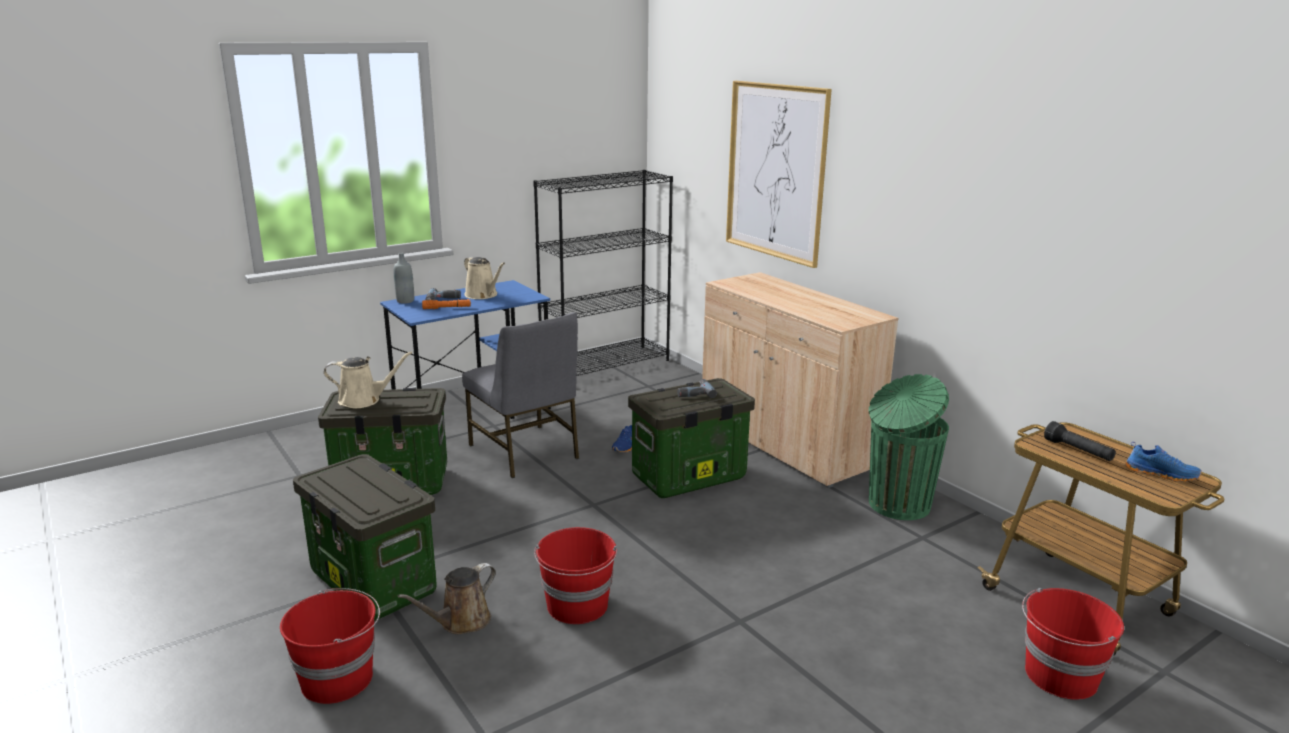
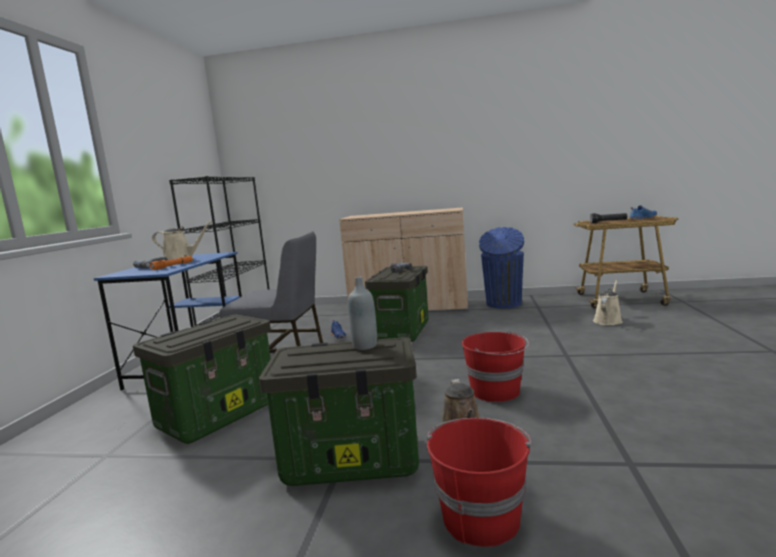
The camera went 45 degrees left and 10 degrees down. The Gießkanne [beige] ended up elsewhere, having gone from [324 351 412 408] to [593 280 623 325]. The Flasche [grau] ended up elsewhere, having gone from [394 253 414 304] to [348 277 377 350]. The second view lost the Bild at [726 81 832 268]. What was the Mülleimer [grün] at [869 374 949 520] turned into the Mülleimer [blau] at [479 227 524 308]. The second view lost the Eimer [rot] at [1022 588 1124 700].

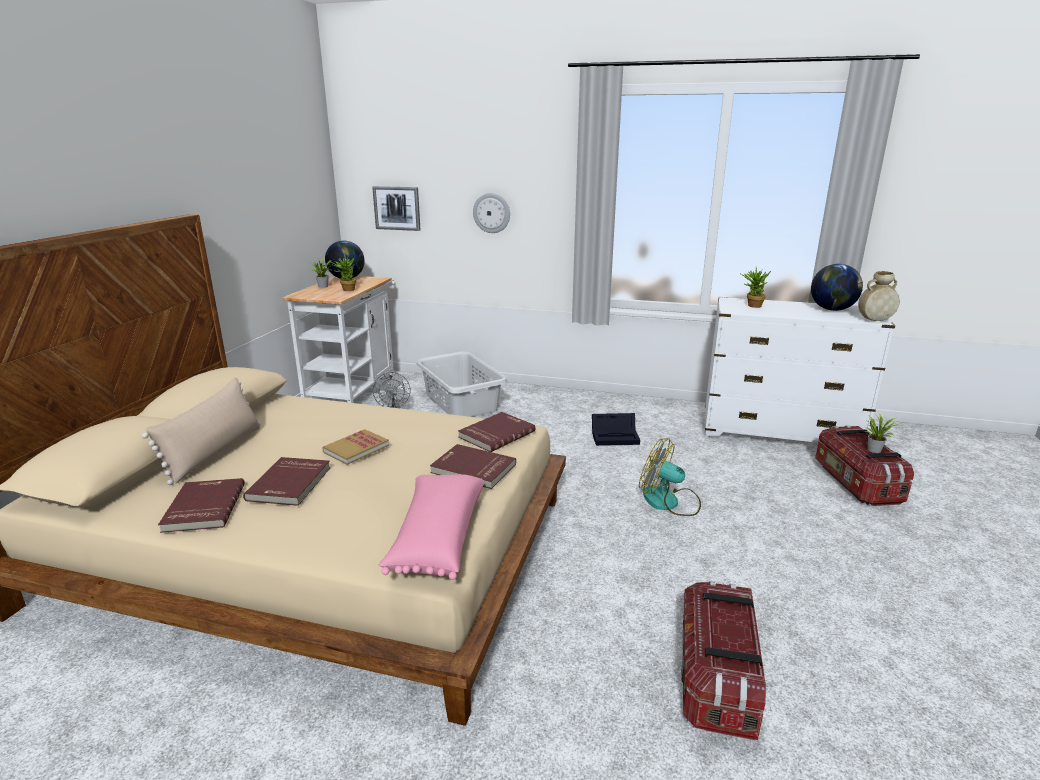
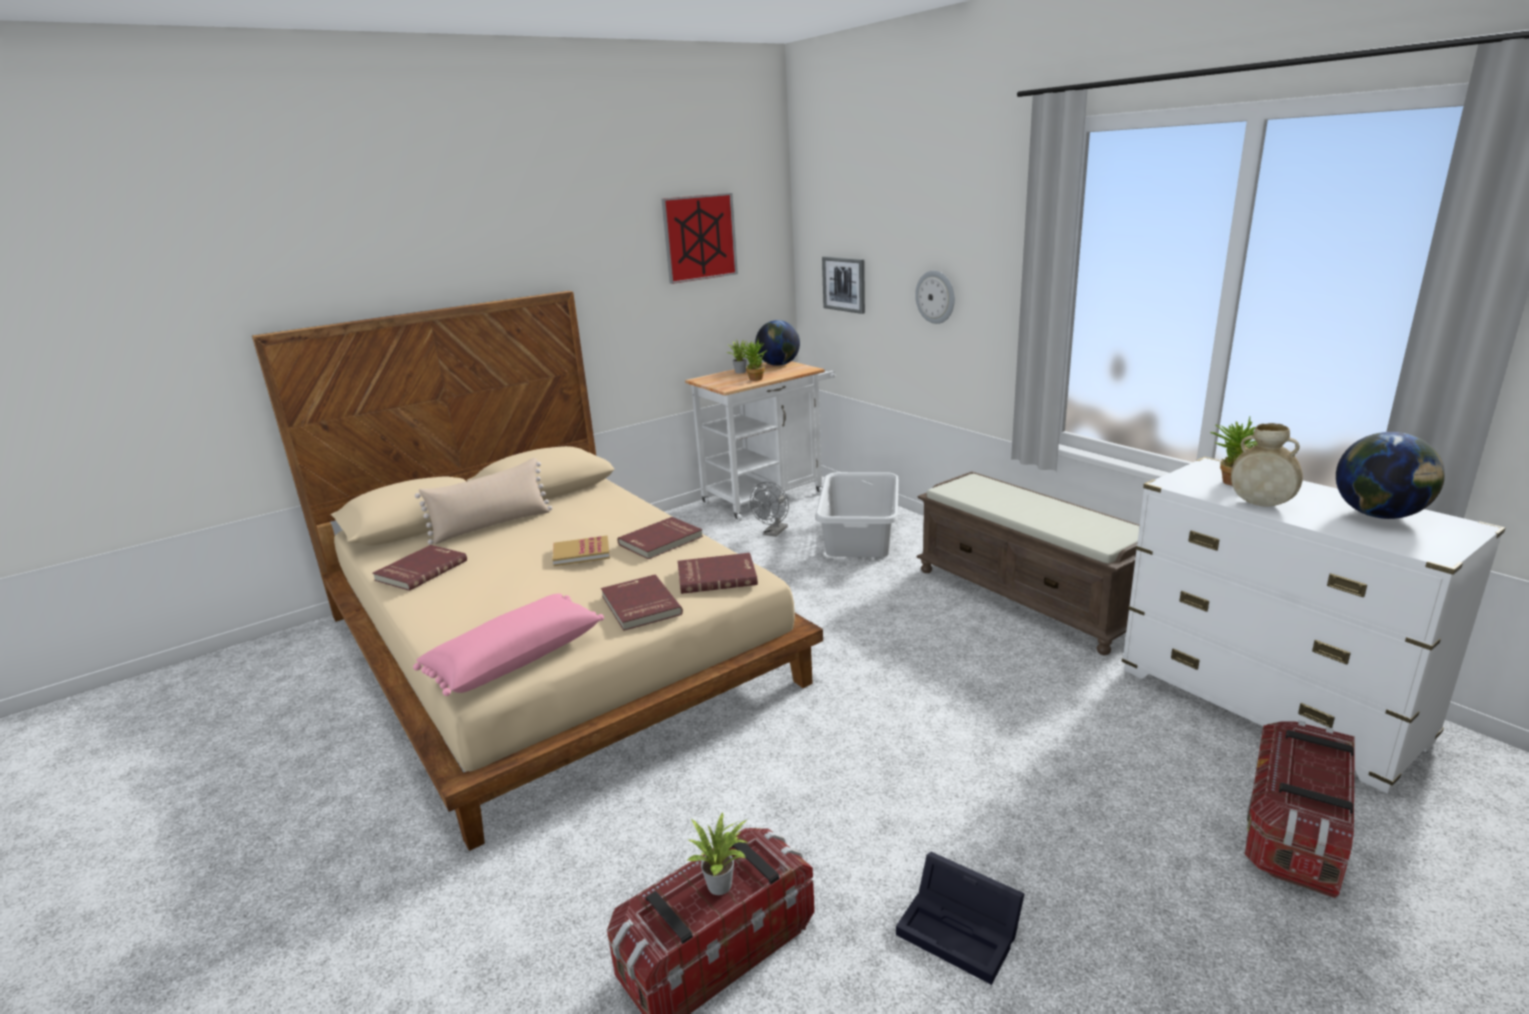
The camera went 40 degrees right and 0 degrees up. The Buch [rot] ended up elsewhere, having gone from [243 457 330 506] to [617 517 703 559]. The Aufbewahrungsbox [schwarz] ended up elsewhere, having gone from [592 413 640 446] to [896 852 1025 985]. The second view lost the Ventilator at [639 438 701 516]. The Vase [beige] ended up elsewhere, having gone from [858 271 900 321] to [1231 423 1303 506]. The Topfpflanze ended up elsewhere, having gone from [865 415 902 453] to [687 812 746 895]. The second view gained the Bild at [661 193 738 284]. The second view gained the Bank [braun] at [917 472 1140 655].

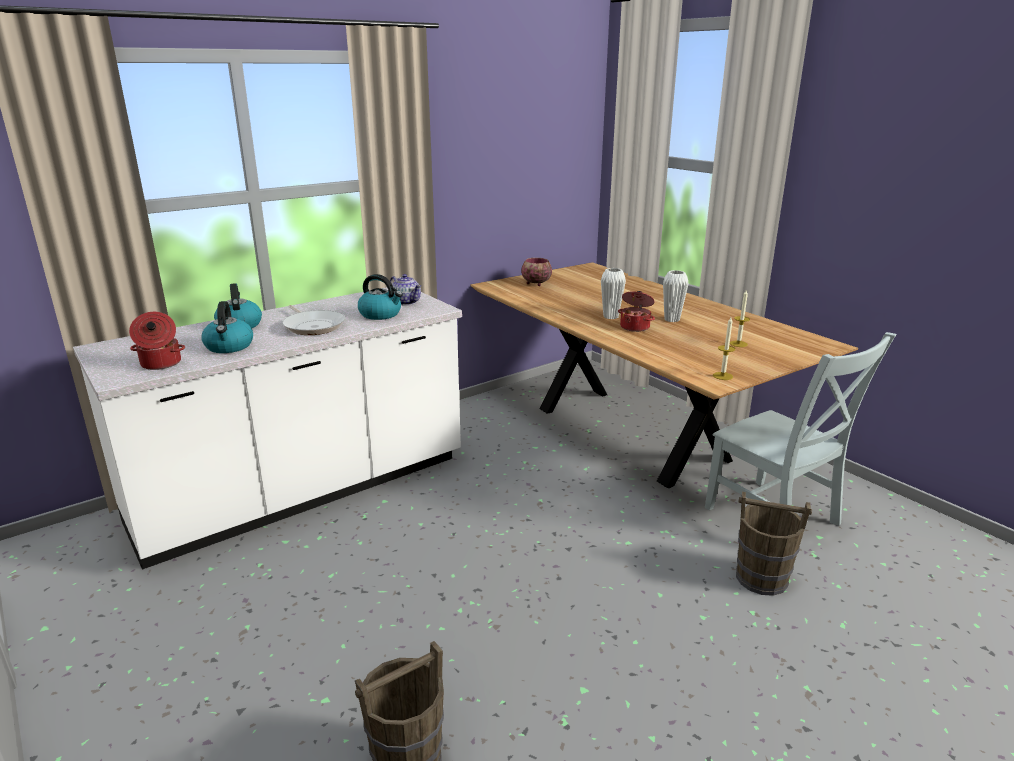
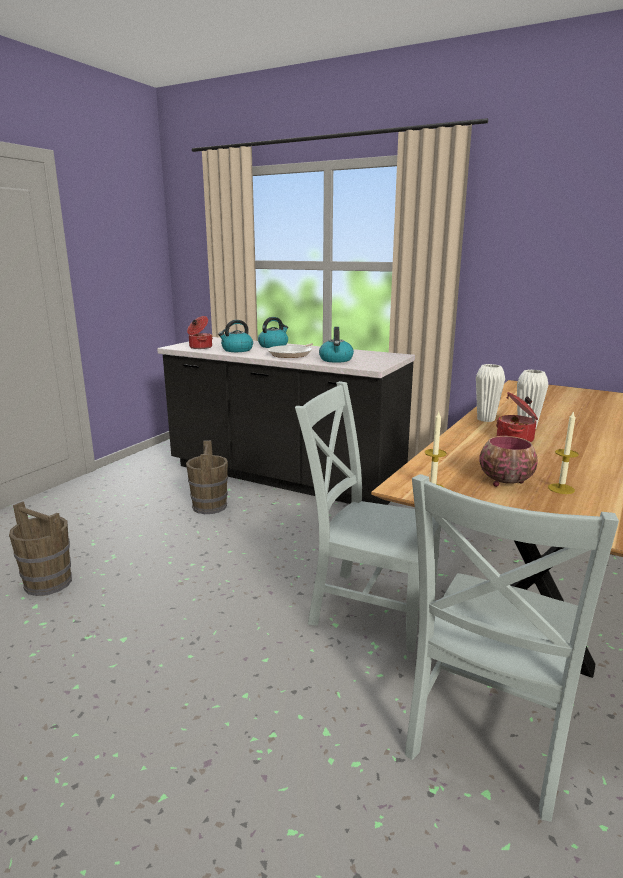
The camera went 65 degrees right and 5 degrees down. What was the Küchenzeile [weiß] at [73 287 462 570] turned into the Küchenzeile [schwarz] at [157 337 415 505]. The second view lost the Teekanne at [390 274 421 305]. The Schüssel ended up elsewhere, having gone from [521 258 552 286] to [479 436 538 487]. The Vase [weiß] ended up elsewhere, having gone from [663 270 689 322] to [476 364 505 422]. The Eimer [braun] ended up elsewhere, having gone from [736 491 812 596] to [186 440 228 514]. The second view gained the Stuhl [grau] at [295 381 441 653].

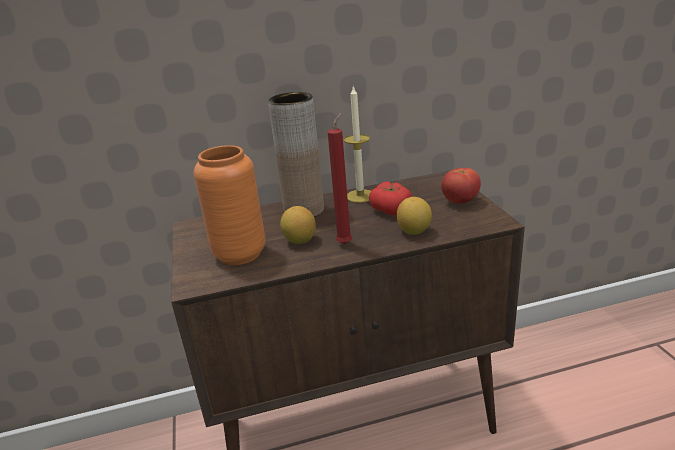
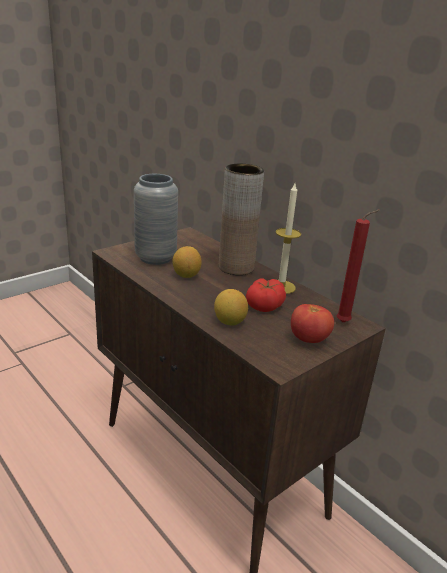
The camera went 60 degrees right and 0 degrees up. What was the Vase [orange] at [194 145 266 265] turned into the Vase [grau] at [134 174 178 265]. The Kerze [rot] ended up elsewhere, having gone from [328 112 352 245] to [336 210 380 322].

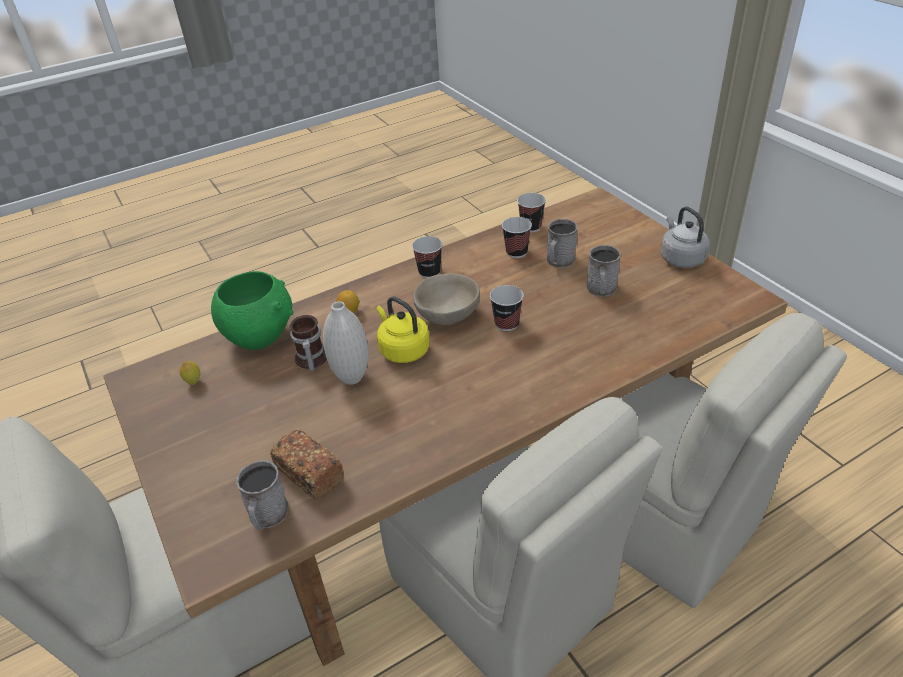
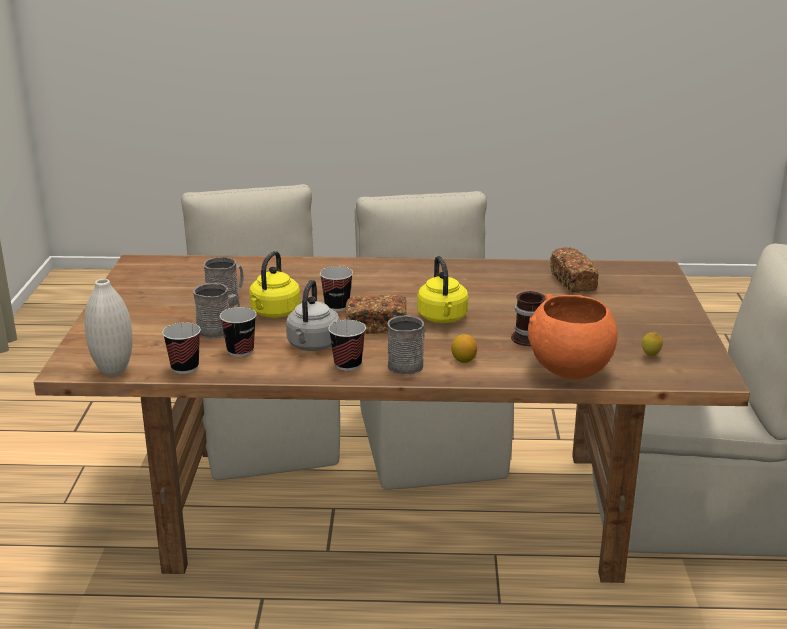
The camera went 150 degrees left and 15 degrees down. What was the Schüssel [grün] at [211 271 293 350] turned into the Schüssel [orange] at [528 294 618 379]. The Henkelbecher [grau] ended up elsewhere, having gone from [236 460 288 530] to [387 315 425 375]. The Vase [weiß] ended up elsewhere, having gone from [323 301 368 385] to [84 279 133 376]. Where the Schüssel [beige] stood at [413 273 480 325], the Brot came to stand at [346 295 406 334]. The Wasserkessel [grau] ended up elsewhere, having gone from [661 207 710 268] to [286 280 340 351]. The second view gained the Wasserkessel [gelb] at [249 251 300 318].

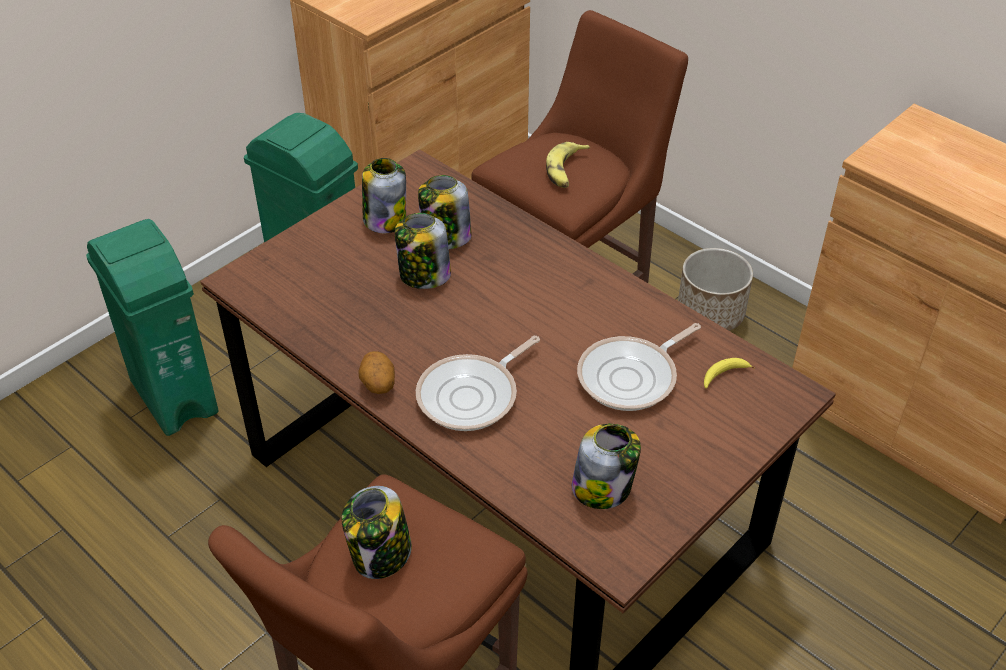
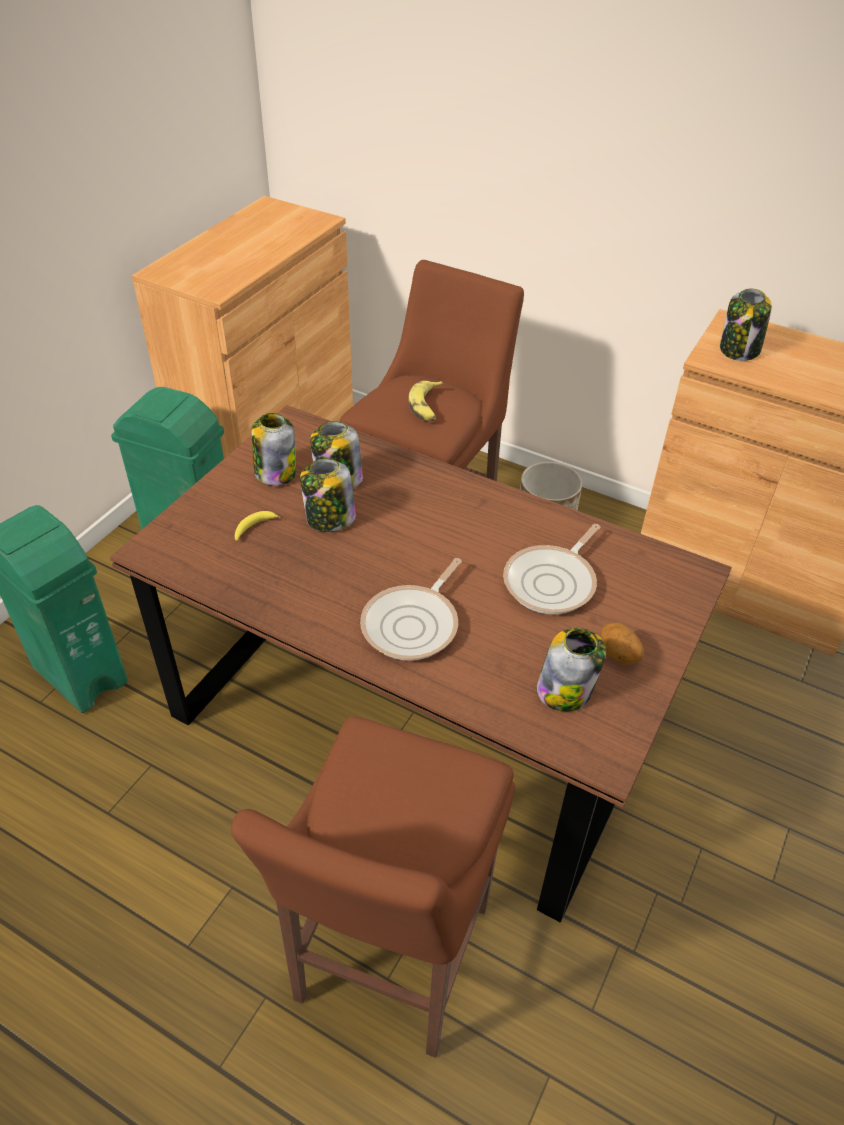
The camera went 15 degrees left and 0 degrees up. The Vorratsglas ended up elsewhere, having gone from [341 486 412 579] to [720 288 772 361]. The Kartoffel ended up elsewhere, having gone from [358 351 395 394] to [600 622 644 665]. The Banane ended up elsewhere, having gone from [704 358 755 388] to [235 511 281 541].

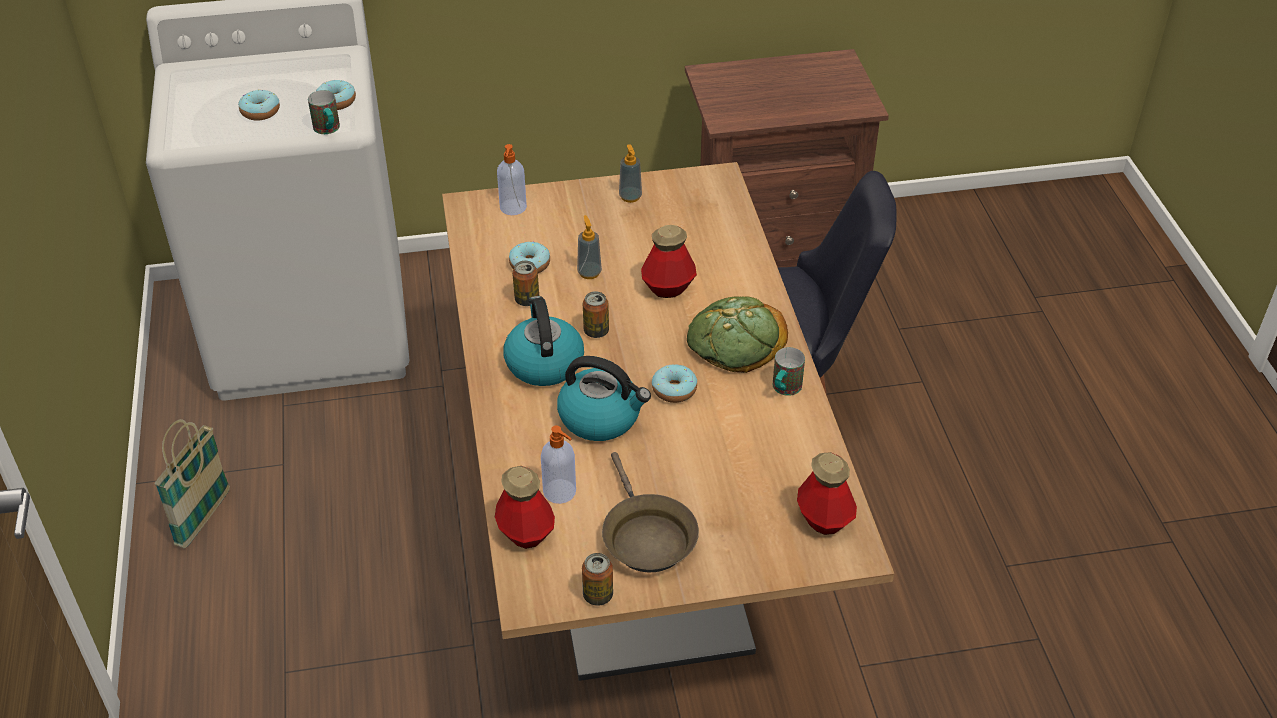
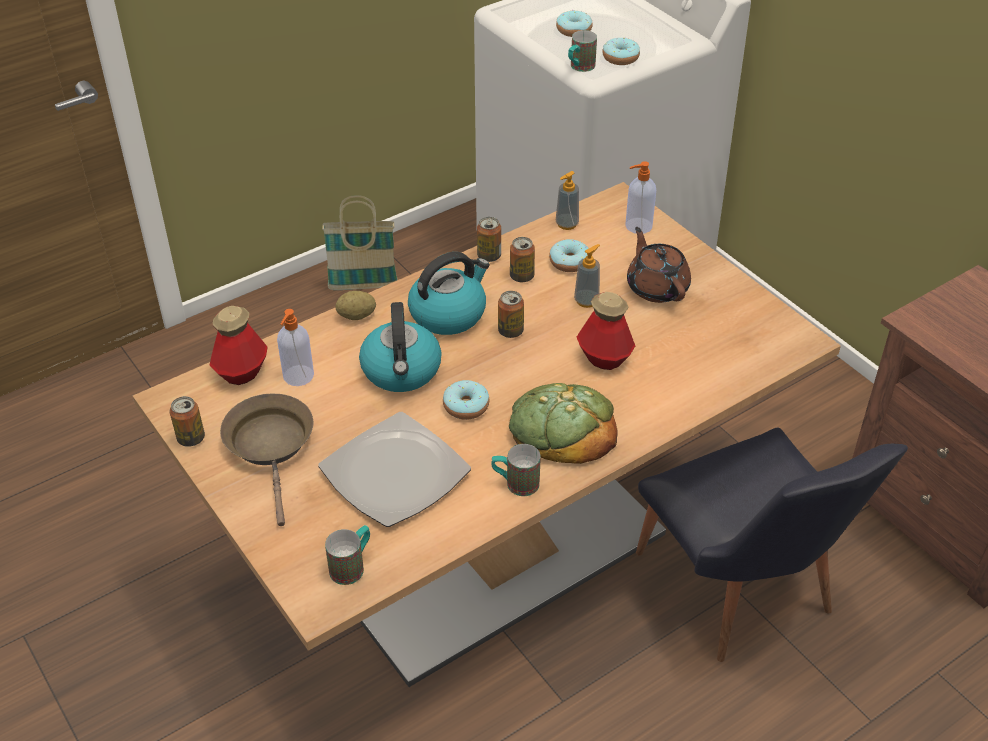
The camera went 65 degrees right and 0 degrees up. The Pfanne [braun] at [602 452 699 572] ended up facing another way, 120 degrees clockwise from before. The Seifenspender ended up elsewhere, having gone from [619 144 642 203] to [556 171 579 230]. Where the Flasche stood at [797 452 857 535], the Henkelbecher came to stand at [325 525 370 585]. The second view gained the Teller at [318 412 471 527]. The second view gained the Kartoffel at [335 291 376 320]. The second view gained the Dose at [477 217 501 262]. The second view gained the Teekanne [braun] at [627 227 691 303].

